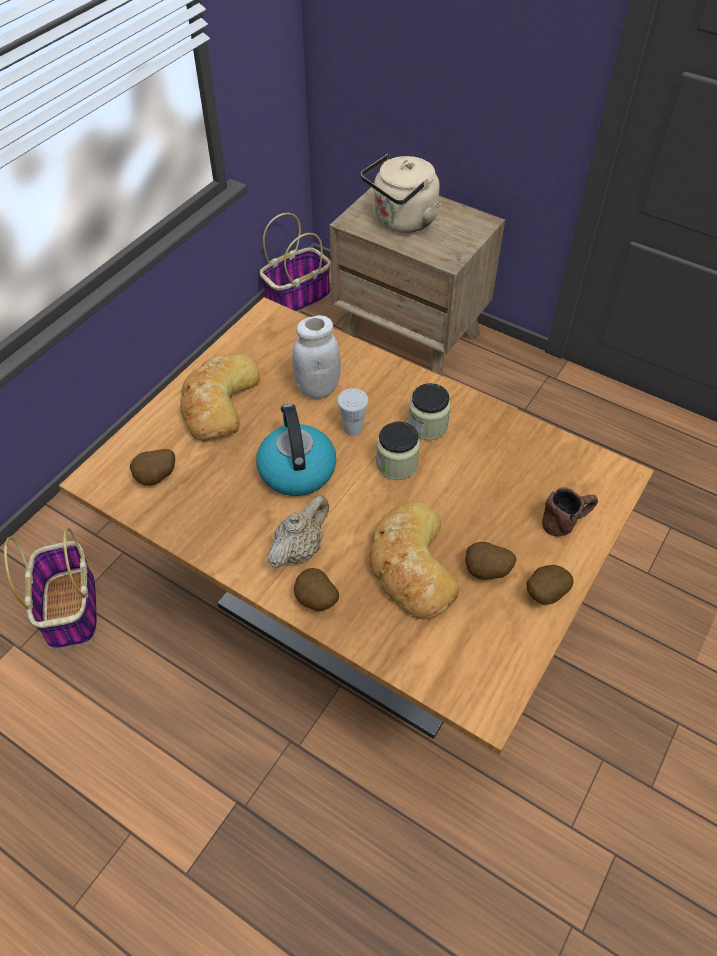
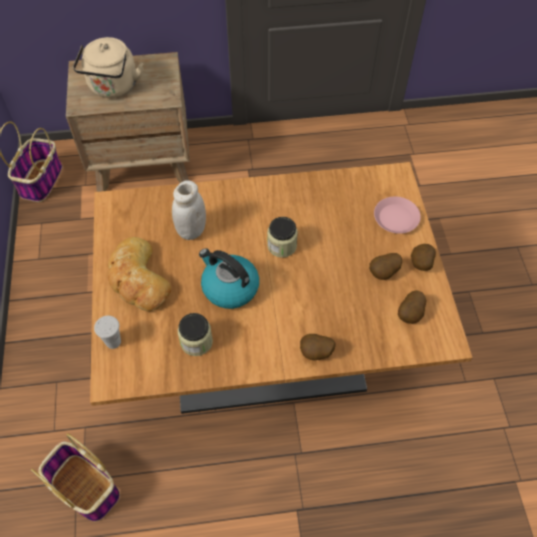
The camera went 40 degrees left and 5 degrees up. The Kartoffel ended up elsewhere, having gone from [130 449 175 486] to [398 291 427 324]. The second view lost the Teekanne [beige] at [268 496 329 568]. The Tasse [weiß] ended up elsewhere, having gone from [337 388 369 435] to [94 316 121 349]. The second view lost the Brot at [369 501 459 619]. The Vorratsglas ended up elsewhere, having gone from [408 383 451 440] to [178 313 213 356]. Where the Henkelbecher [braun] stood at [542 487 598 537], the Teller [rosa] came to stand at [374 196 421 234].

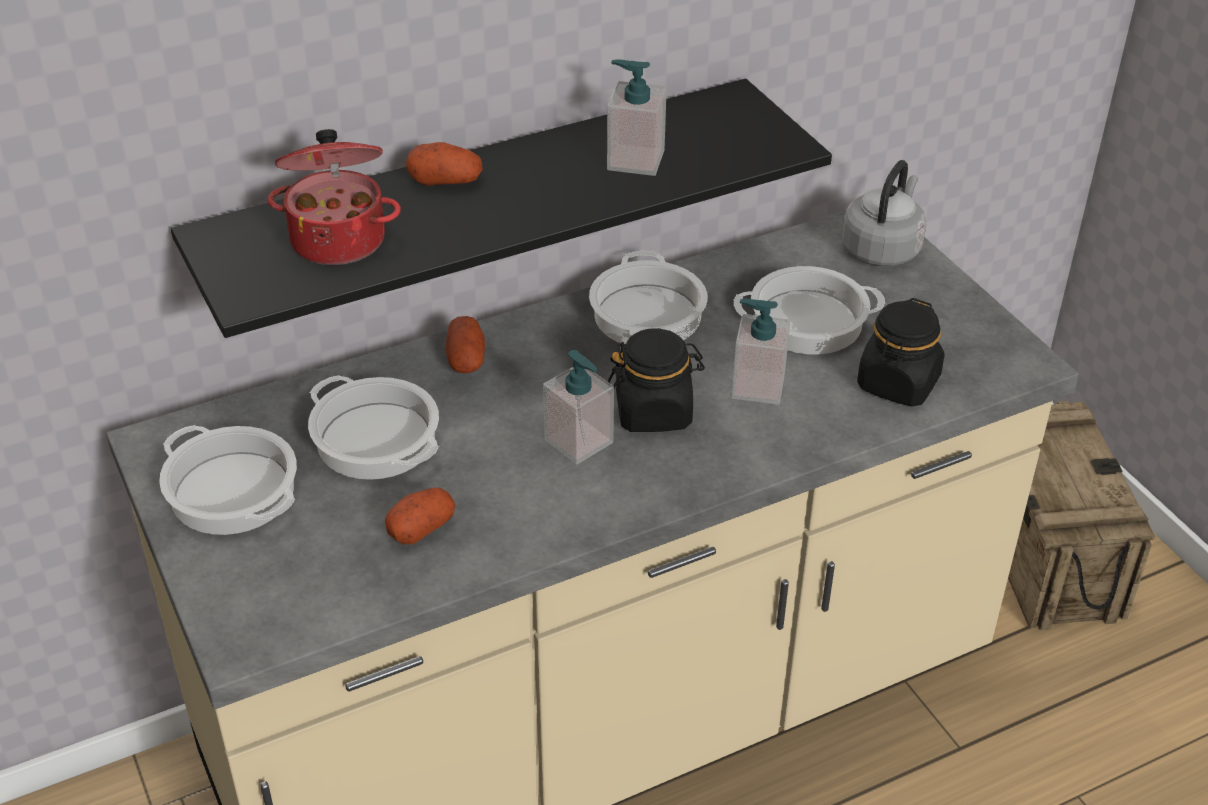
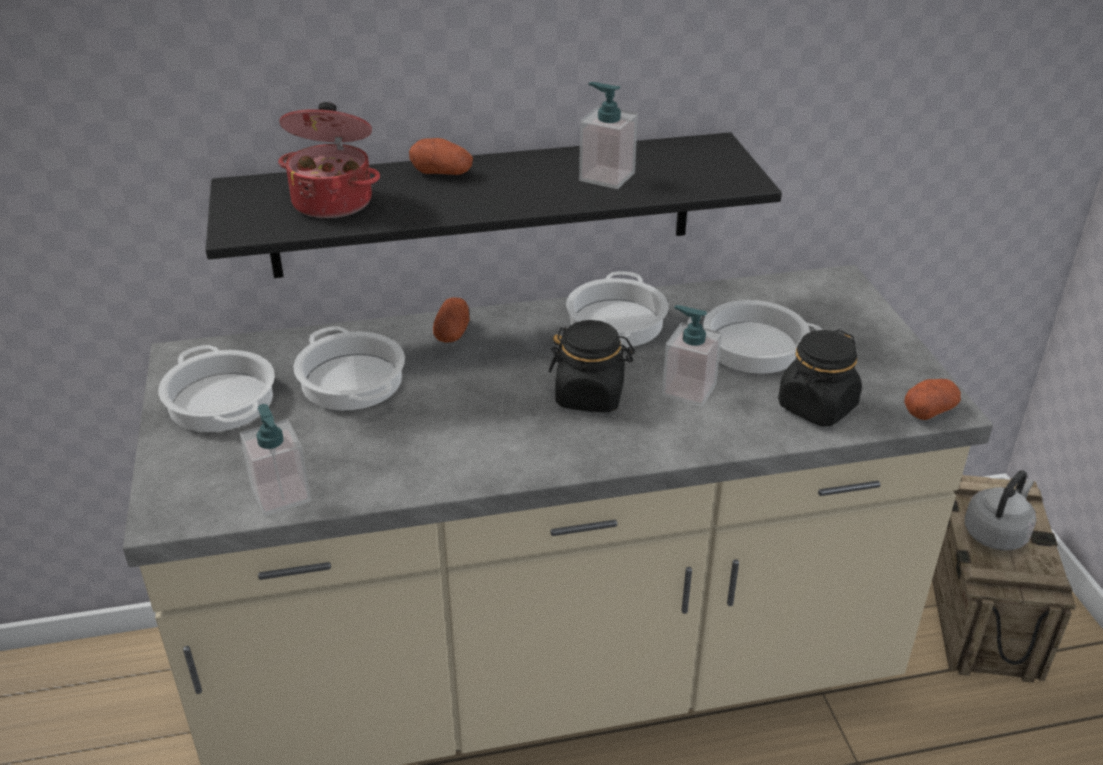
The camera went 15 degrees right and 5 degrees down. The Kartoffel ended up elsewhere, having gone from [385 488 455 544] to [904 379 961 420]. The Seifenspender ended up elsewhere, having gone from [543 350 614 464] to [240 404 311 516]. The Wasserkessel [grau] ended up elsewhere, having gone from [842 160 926 266] to [965 470 1036 551].

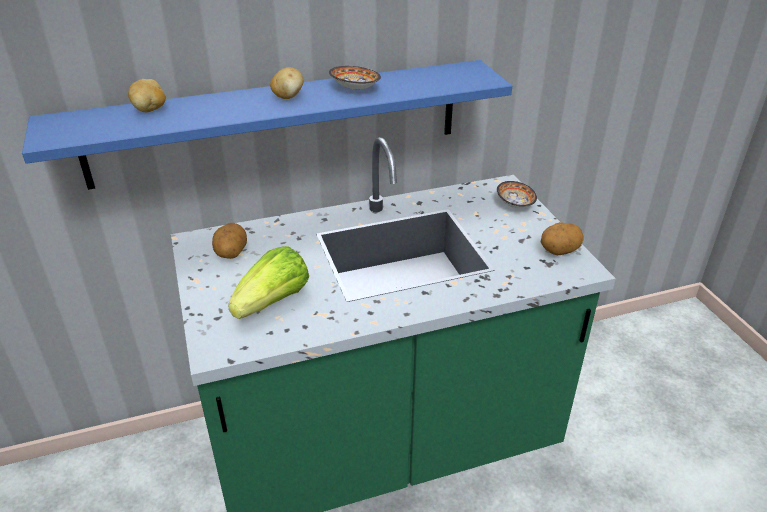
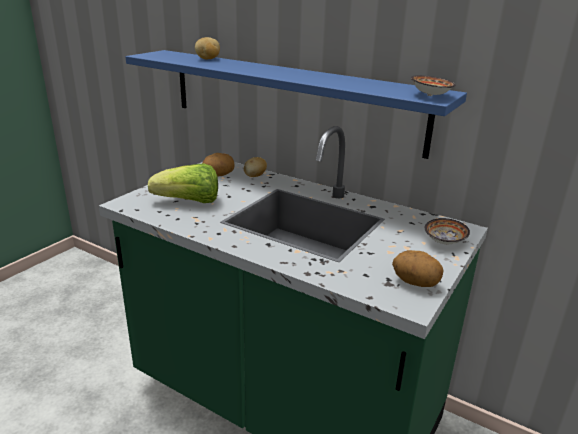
The camera went 50 degrees right and 10 degrees down. The Kartoffel ended up elsewhere, having gone from [270 67 303 99] to [244 157 267 177]. The Schüssel ended up elsewhere, having gone from [329 66 381 90] to [411 75 455 96].

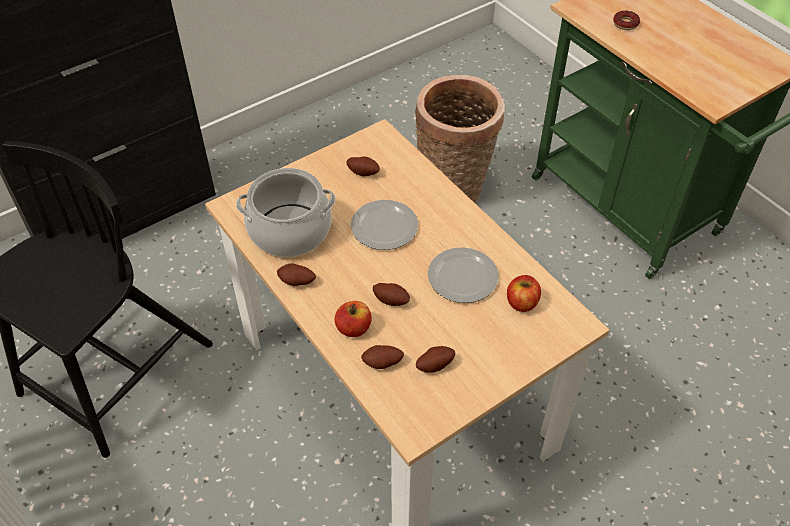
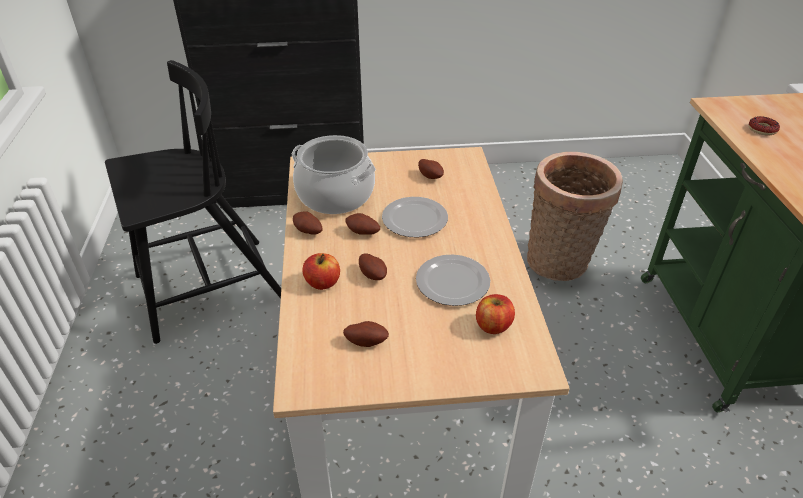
The camera went 30 degrees right and 10 degrees down. The Kartoffel ended up elsewhere, having gone from [361 345 404 369] to [346 213 380 235].

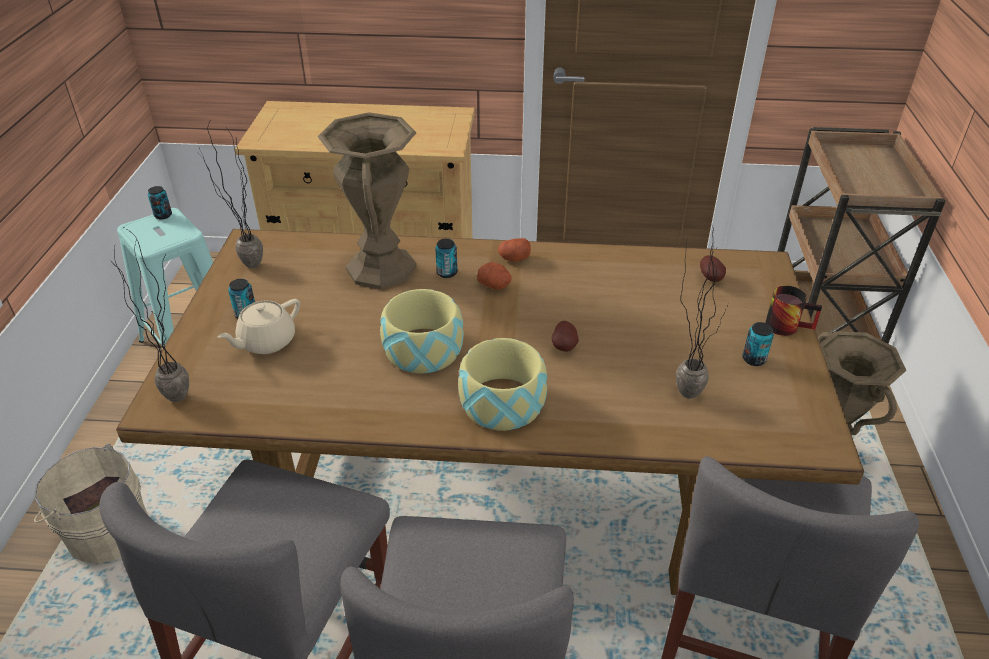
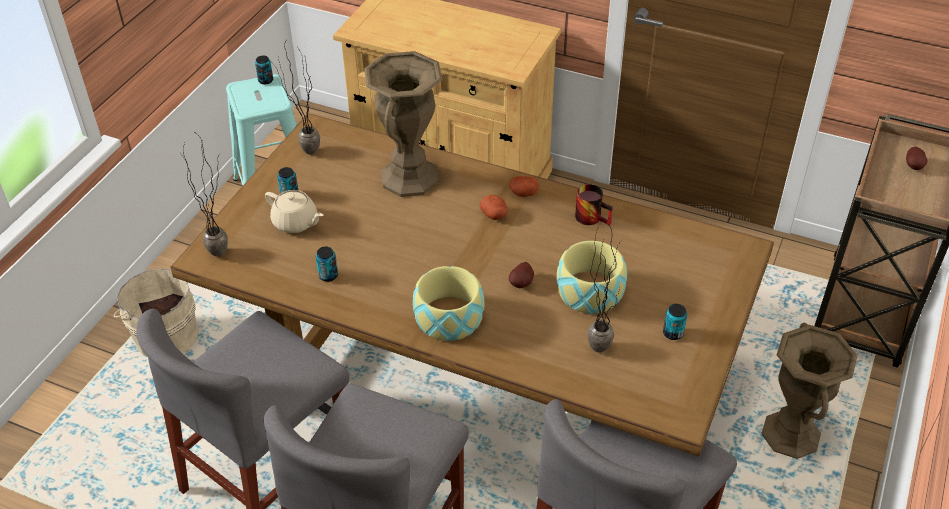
The camera went 20 degrees right and 5 degrees up. The Teekanne [beige] at [217 299 300 354] ended up facing another way, 120 degrees counterclockwise from before. The Schüssel ended up elsewhere, having gone from [380 289 464 373] to [557 241 627 314]. The Dose ended up elsewhere, having gone from [435 239 458 278] to [316 247 338 282]. The Kartoffel ended up elsewhere, having gone from [700 255 726 282] to [906 147 928 170]. The Henkelbecher ended up elsewhere, having gone from [765 285 822 336] to [575 184 613 225].

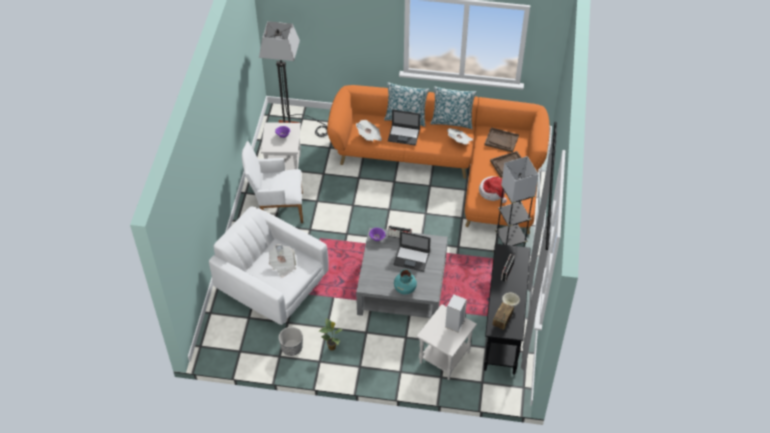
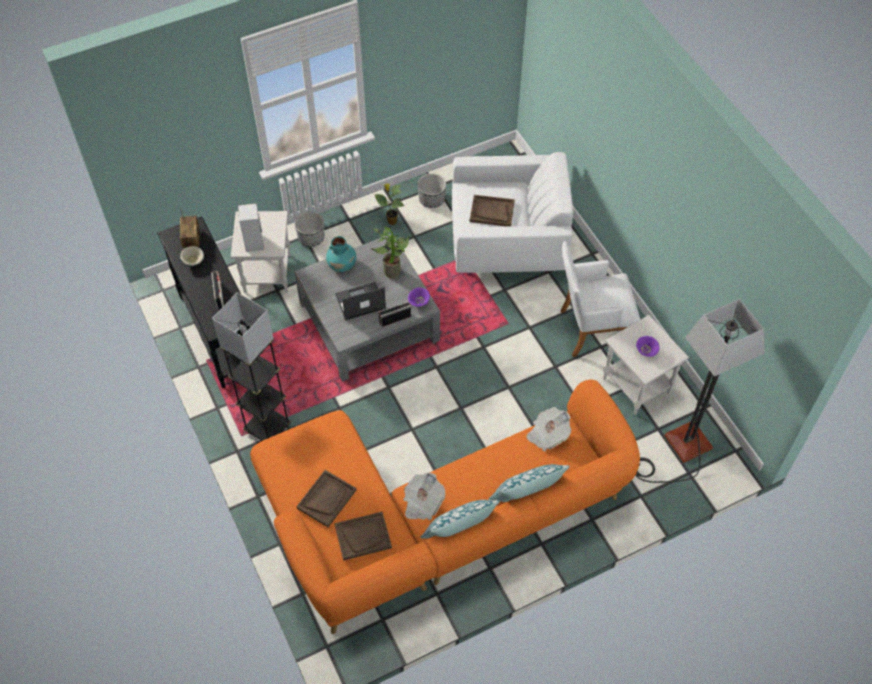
The camera went 145 degrees right and 5 degrees up. The Sessel [weiß] at [242 141 303 223] ended up facing another way, 150 degrees counterclockwise from before. Where the Zeitung stood at [269 244 296 277], the Tablett [braun] came to stand at [470 195 515 227]. The second view lost the Laptop at [388 110 420 146]. The second view lost the Hut at [479 176 507 203]. The second view gained the Pflanzkübel at [295 211 324 247]. The second view gained the Topfpflanze at [371 227 410 278].

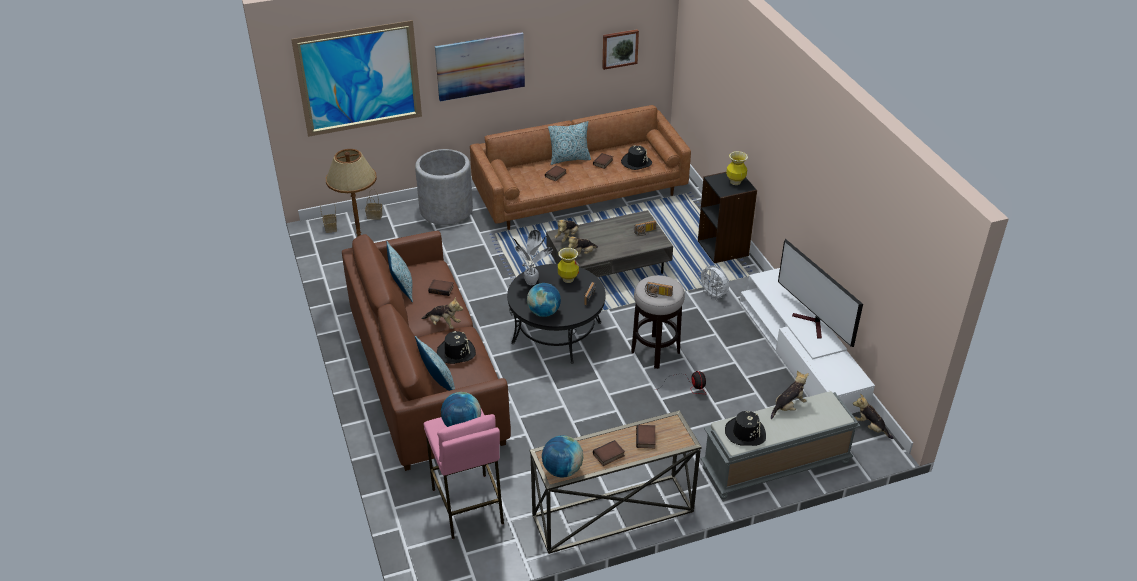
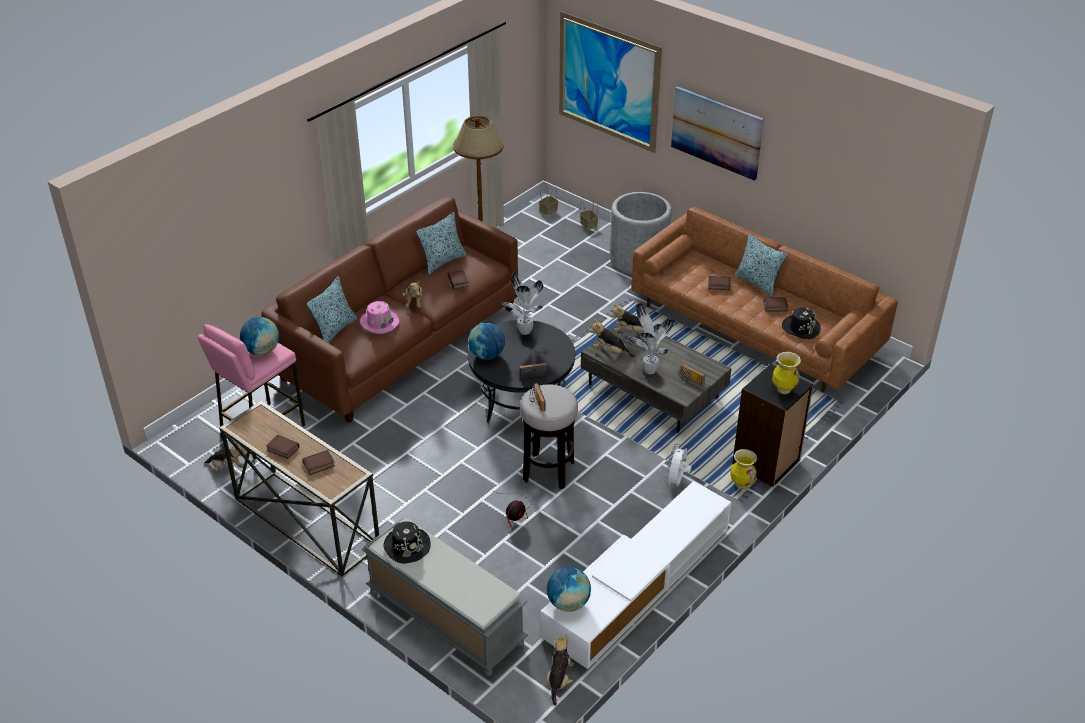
The camera went 60 degrees right and 0 degrees up. What was the Hut [schwarz] at [437 331 476 364] turned into the Hut [rosa] at [360 301 399 334]. The Globus ended up elsewhere, having gone from [542 435 583 478] to [547 567 591 612]. The Vase ended up elsewhere, having gone from [558 248 579 283] to [730 449 757 489]. The second view lost the Bild at [602 29 639 70]. The Plüschtier ended up elsewhere, having gone from [771 371 809 419] to [204 442 246 475]. The second view lost the Fernseher at [778 239 863 347]. The second view gained the Topfpflanze at [628 303 673 374].

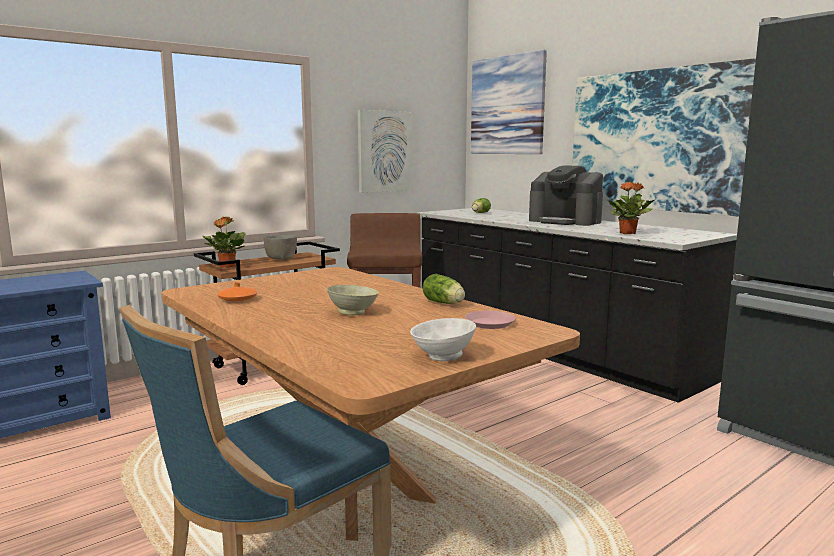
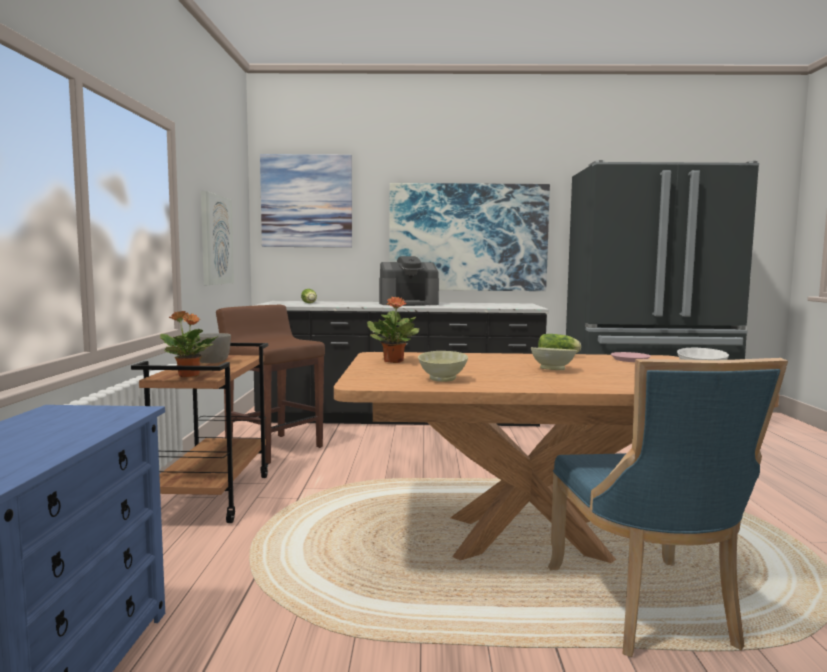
The camera went 50 degrees left and 5 degrees down. Where the Vase [orange] stood at [218 283 257 302], the Schüssel [beige] came to stand at [418 351 468 382]. The Topfpflanze ended up elsewhere, having gone from [607 182 656 234] to [367 297 419 363].

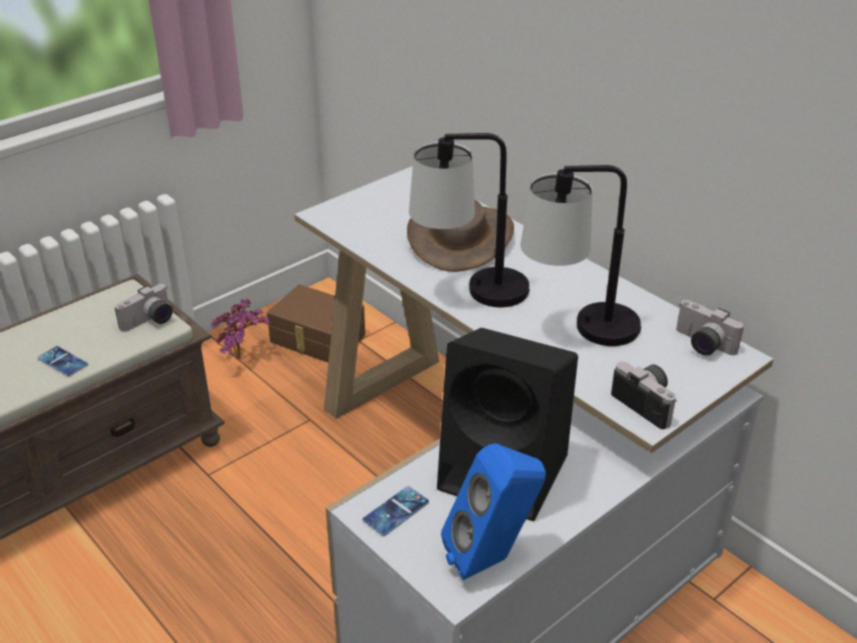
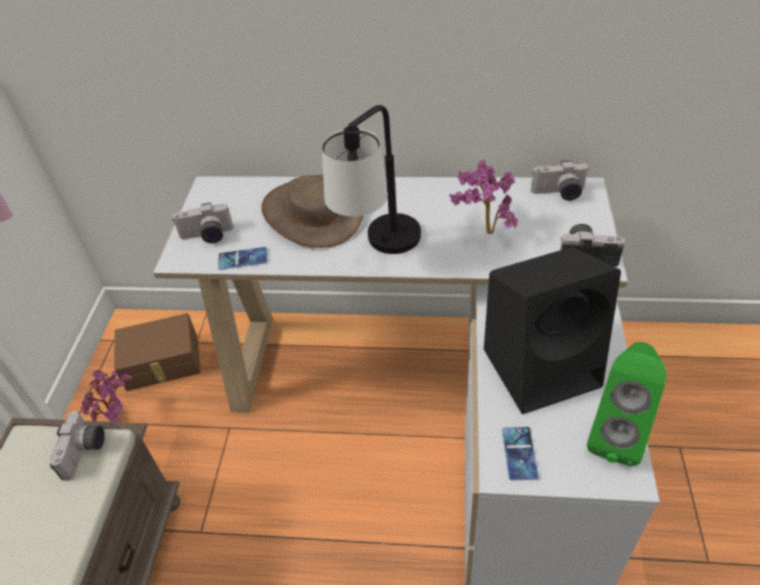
The camera went 40 degrees left and 10 degrees up. The Handy ended up elsewhere, having gone from [38 346 88 376] to [218 247 267 270]. What was the Lautsprecher [blau] at [441 443 546 580] turned into the Lautsprecher [grün] at [587 342 666 466]. Where the Tischlampe stood at [520 165 641 346], the Topfpflanze came to stand at [449 160 518 234]. The second view gained the Kamera at [172 202 234 243].

